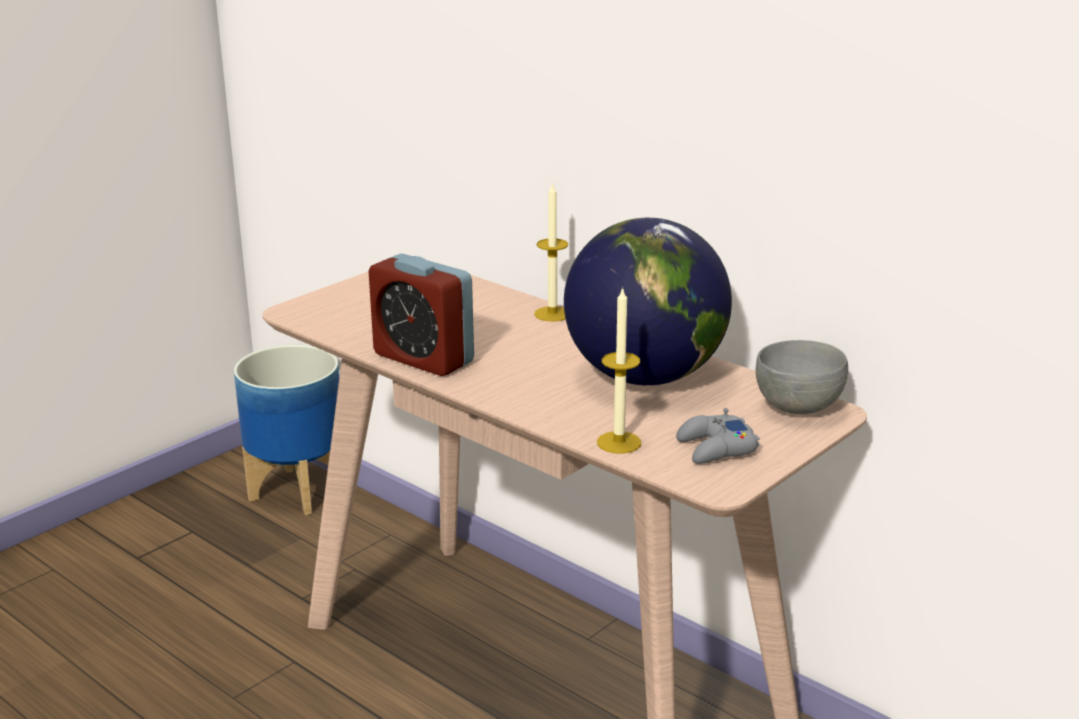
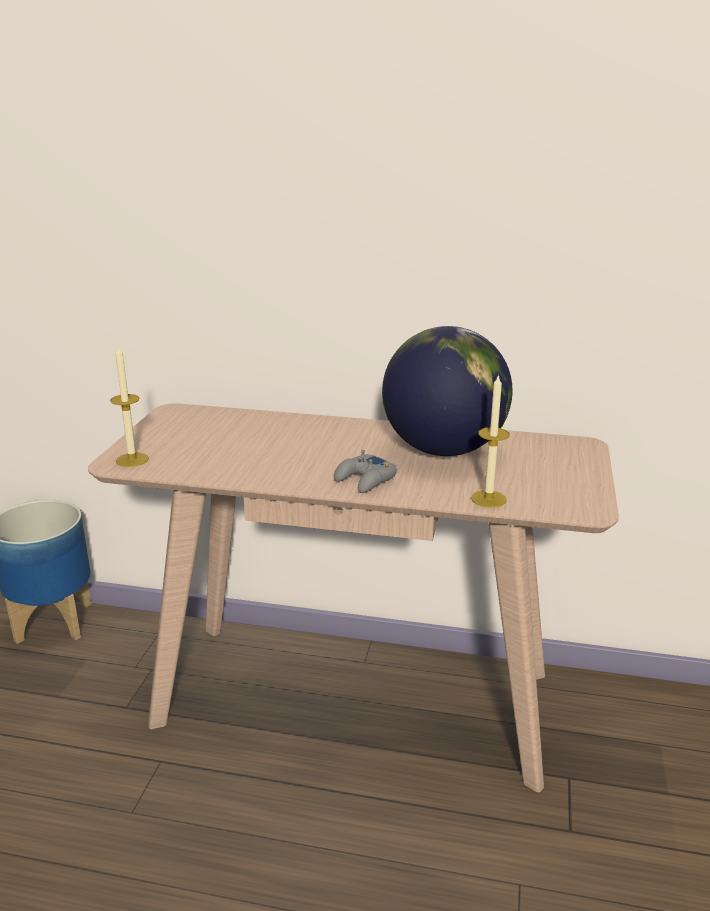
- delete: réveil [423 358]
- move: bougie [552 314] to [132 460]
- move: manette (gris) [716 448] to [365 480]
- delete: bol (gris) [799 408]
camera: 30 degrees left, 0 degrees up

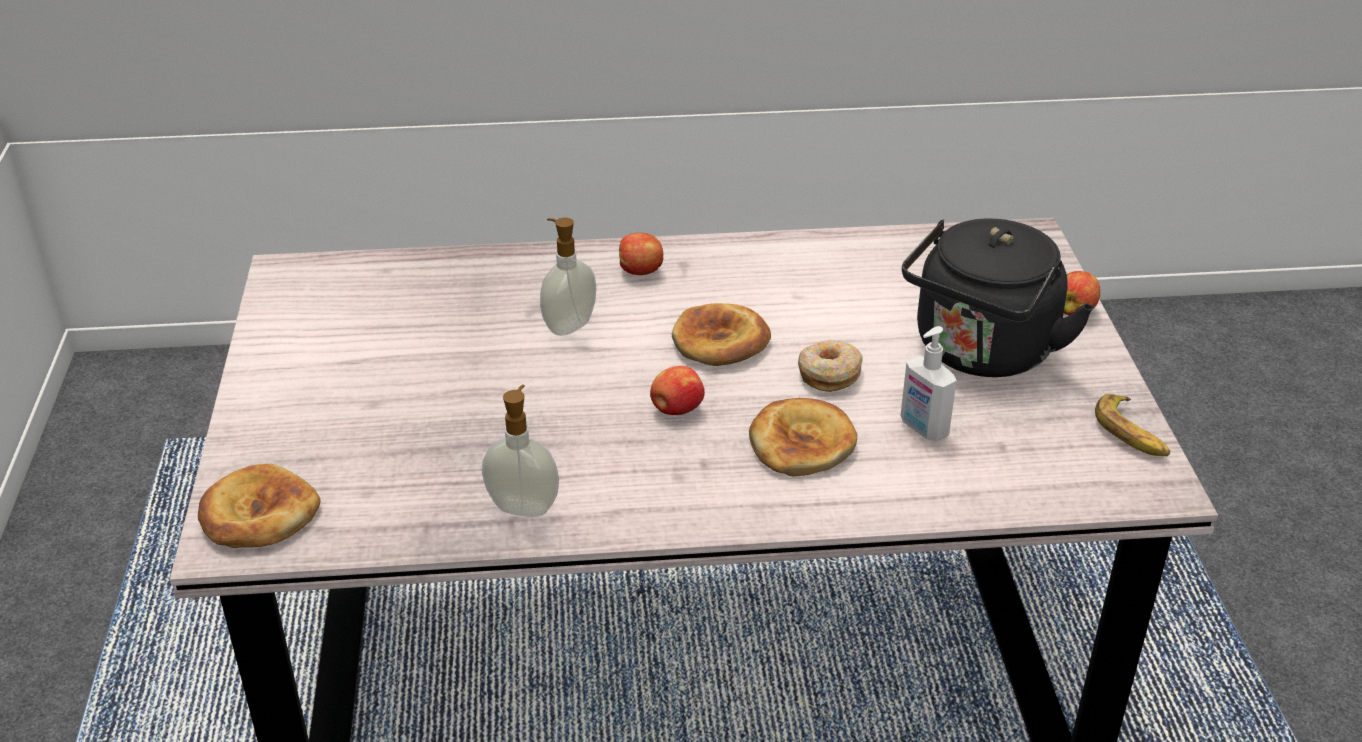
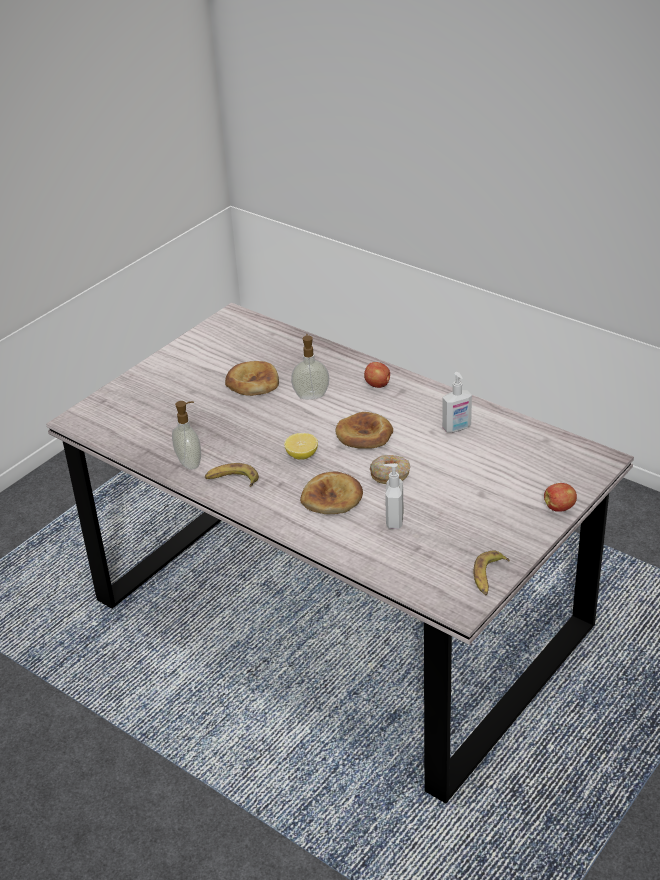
- move: pain [258 514] to [252 382]
- replace: pomme [676 410] to citron [302 455]
- delete: bouilloire (noir) [981 353]
- insert: banane [232 480]
- insert: distributeur de savon [457 428]
camera: 45 degrees right, 0 degrees up

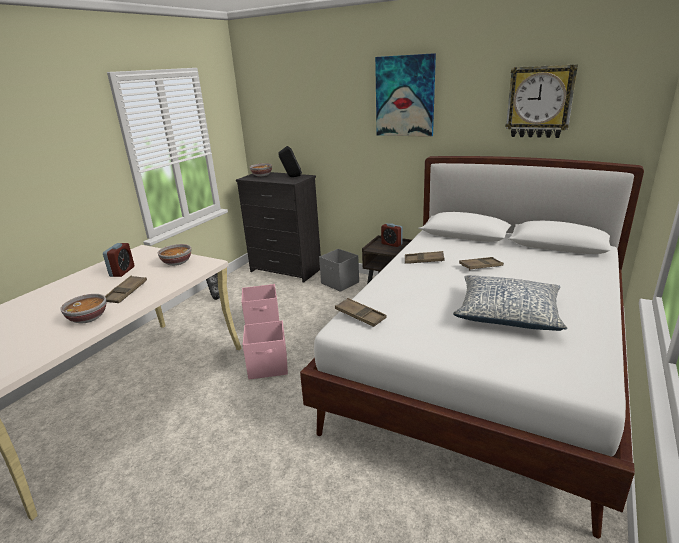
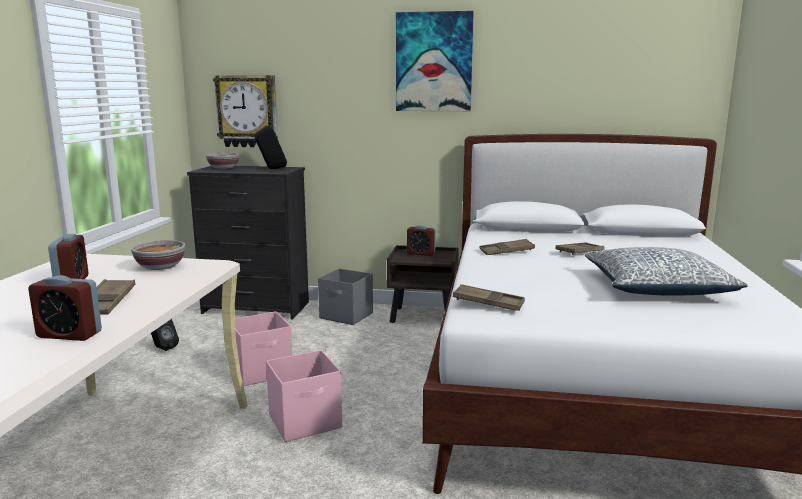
- replace: bol [88 318] to réveil [69 335]
- move: horloge murale [539 102] to [247 111]
camera: 20 degrees left, 10 degrees down

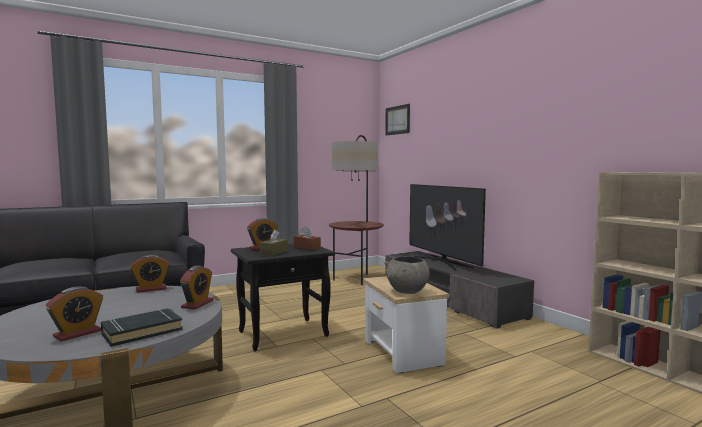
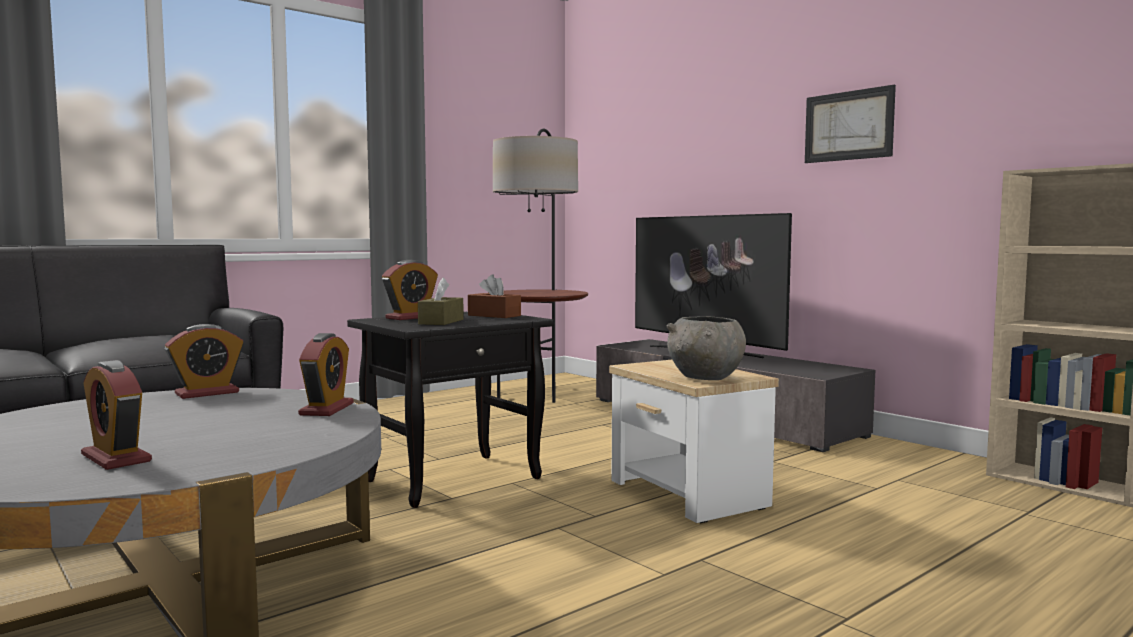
- rotate: réveil [77 334] = [116 458] 105 degrees clockwise
- delete: livre (noir) [142 331]
- move: tableau [397 120] to [848 126]
camera: 10 degrees left, 0 degrees up

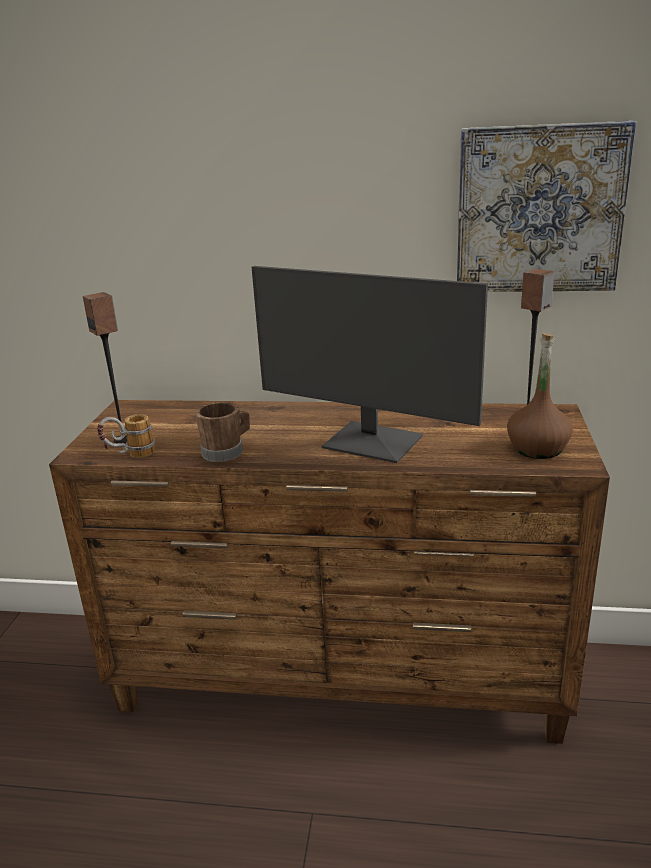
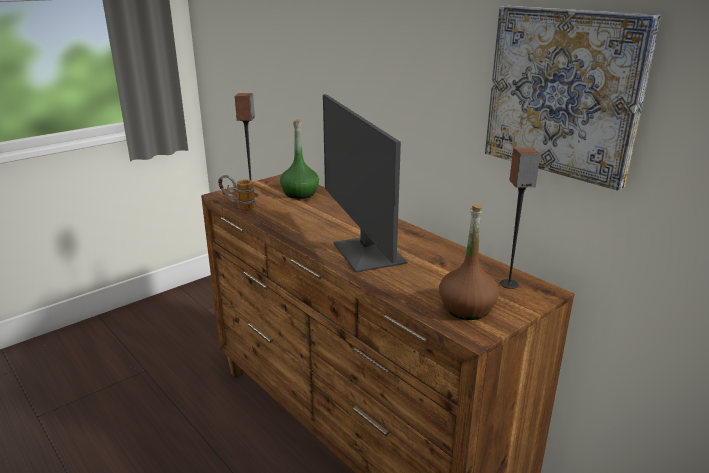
- delete: mug (marron) [227 451]
- insert: bouteille (vert) [299 193]
camera: 40 degrees right, 0 degrees up

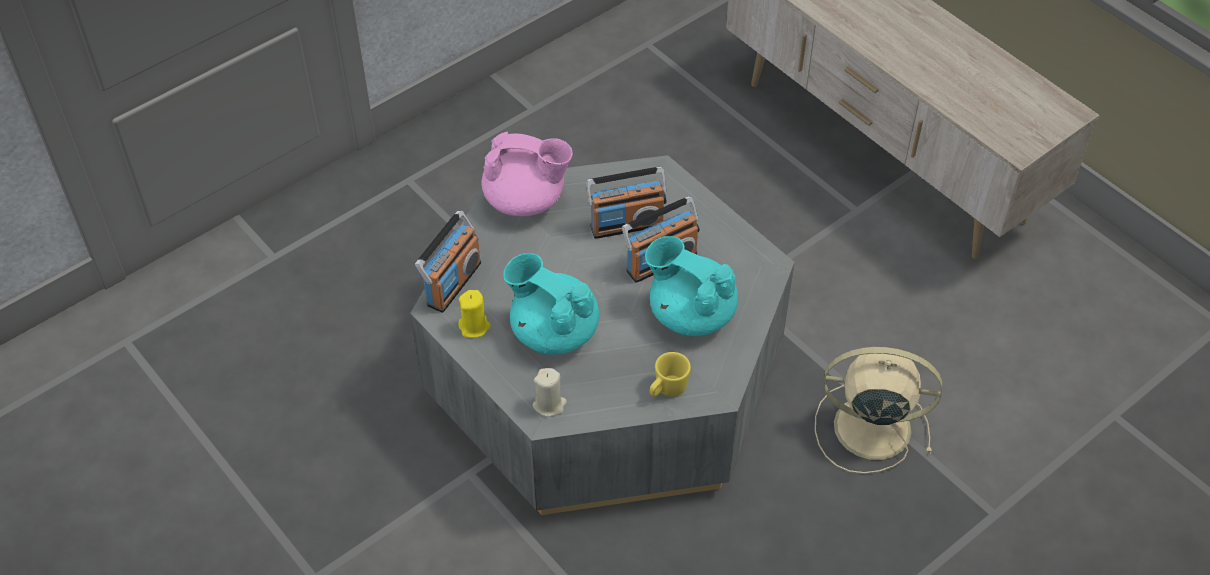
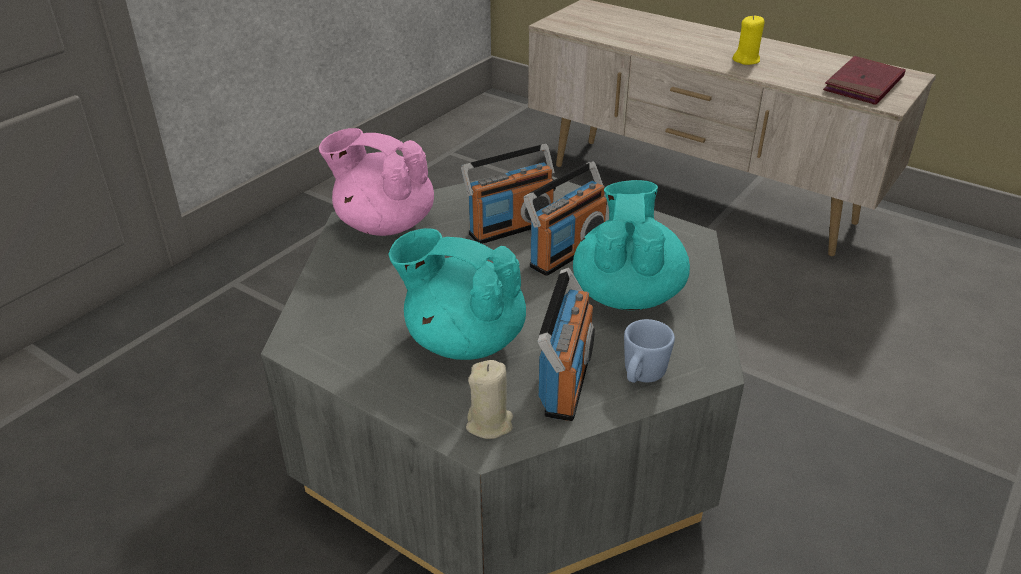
- move: radio [453 283] to [566 381]
- move: bougie (jaune) [474 327] to [746 60]
- rotate: théière (rose) [526 200] = [384 224] 150 degrees counterclockwise
- rotate: théière (turquoise) [690 313] = [627 294] 75 degrees clockwise
- recolor: mug (jaune) [667 390] to mug (bleu) [641 377]
- delete: ventilateur (beige) [868 427]
- insert: livre (rouge) [863 85]
camera: 15 degrees left, 15 degrees down

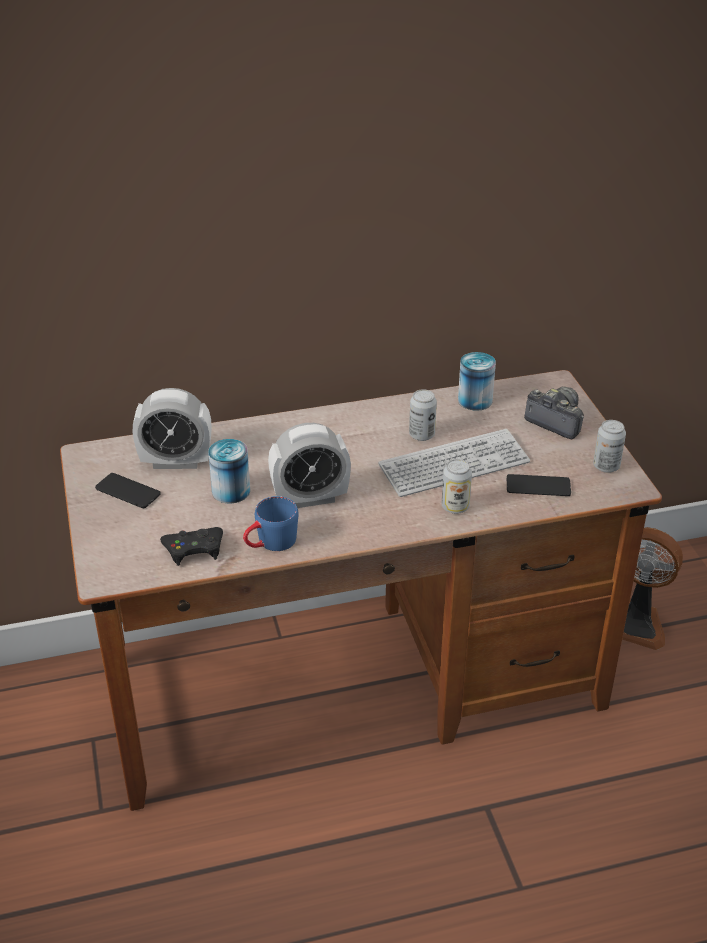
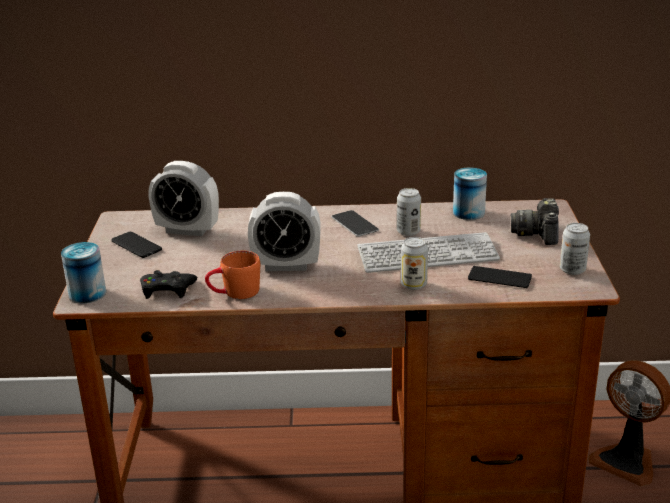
- move: boîte métallique [231 491] to [87 293]
- recolor: mug (bleu) [270 544] to mug (orange) [234 293]
- rotate: appareil photo [556 421] = [538 233] 135 degrees counterclockwise
- insert: téléphone [354 223]
camera: 15 degrees right, 10 degrees down

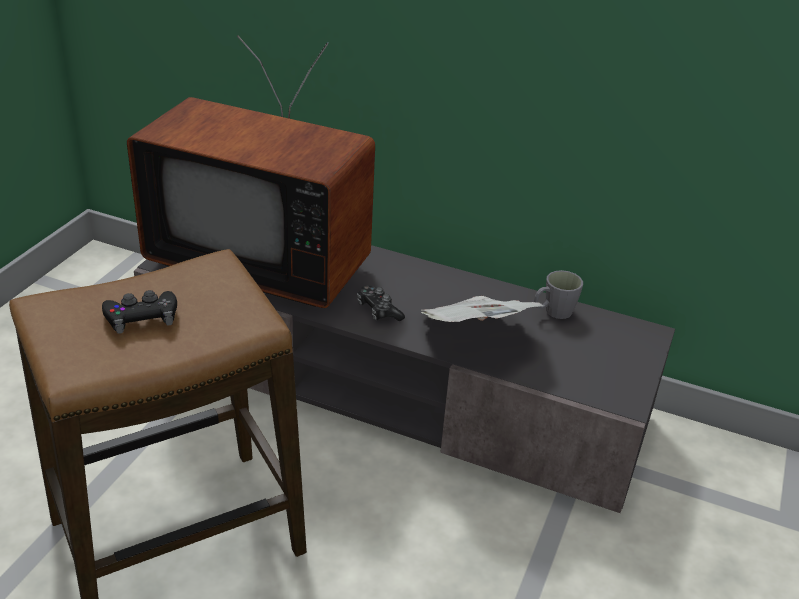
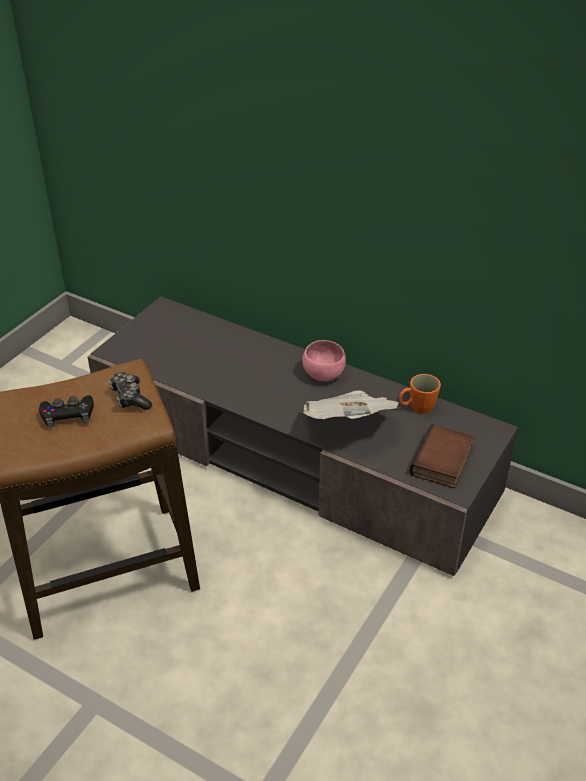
- delete: téléviseur [263 259]
- move: manette [378 311] to [130 397]
- recolor: mug (gris) [553 312] to mug (orange) [417 407]
- insert: bol (rose) [325 375]
- insert: livre [443 462]
camera: 10 degrees right, 5 degrees up

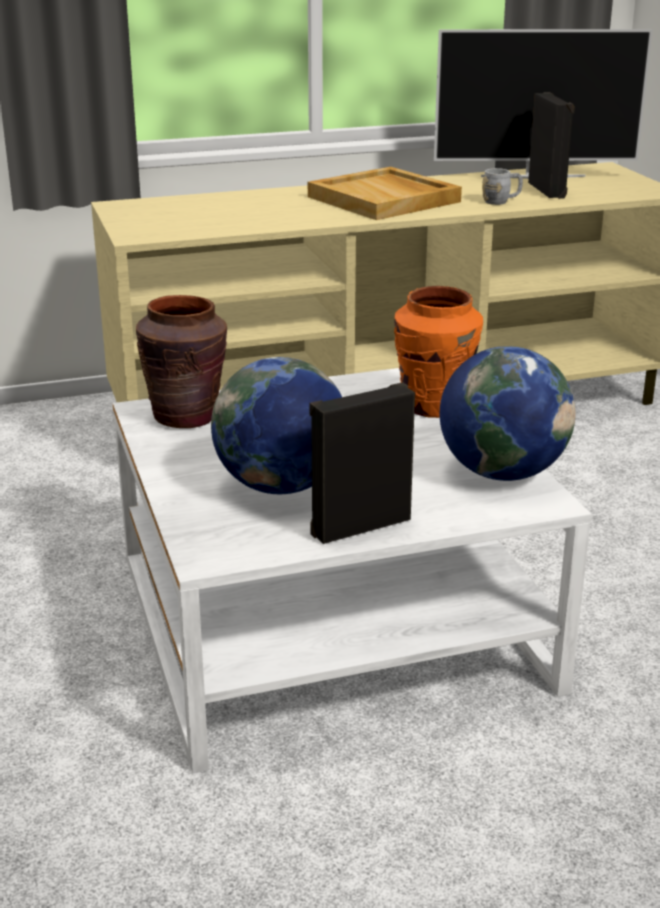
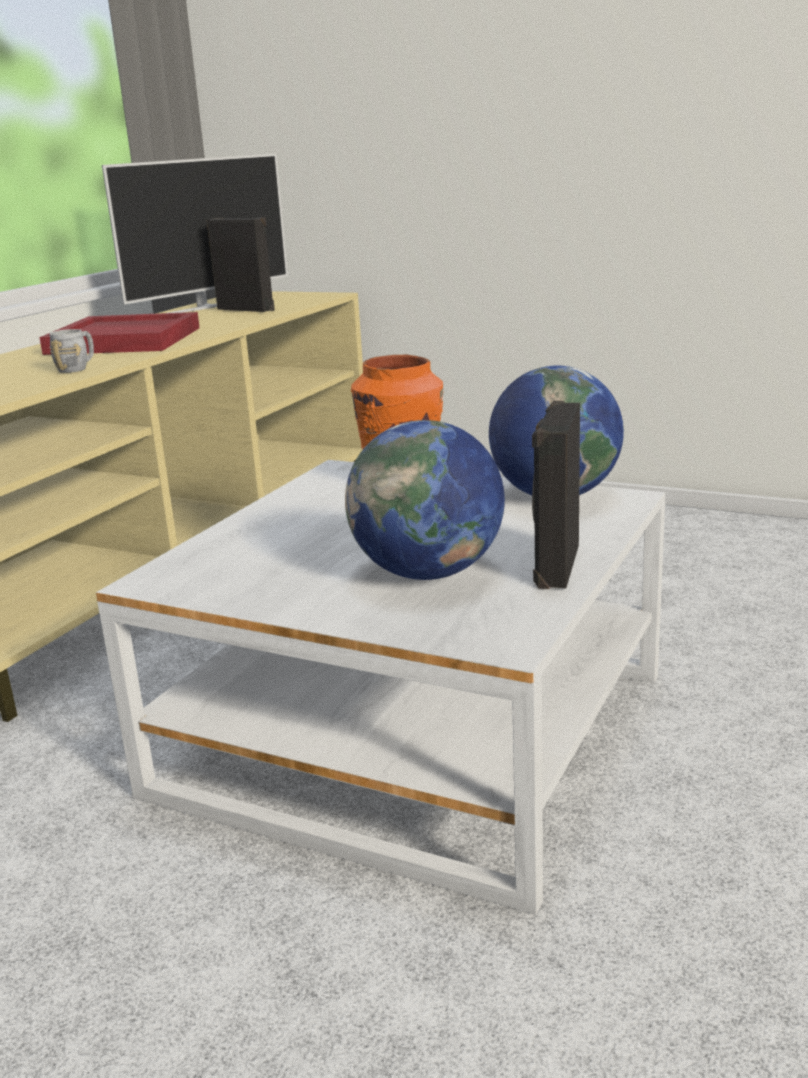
- delete: vase (marron) [186 417]
- recolor: plateau (beige) [385 199] to plateau (rouge) [126 340]
- move: mug (gris) [501 201] to [77 368]
camera: 45 degrees left, 5 degrees down

